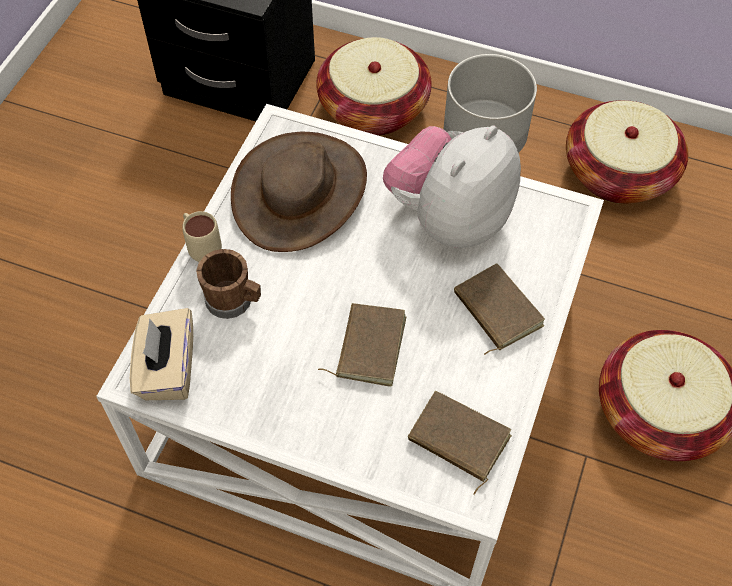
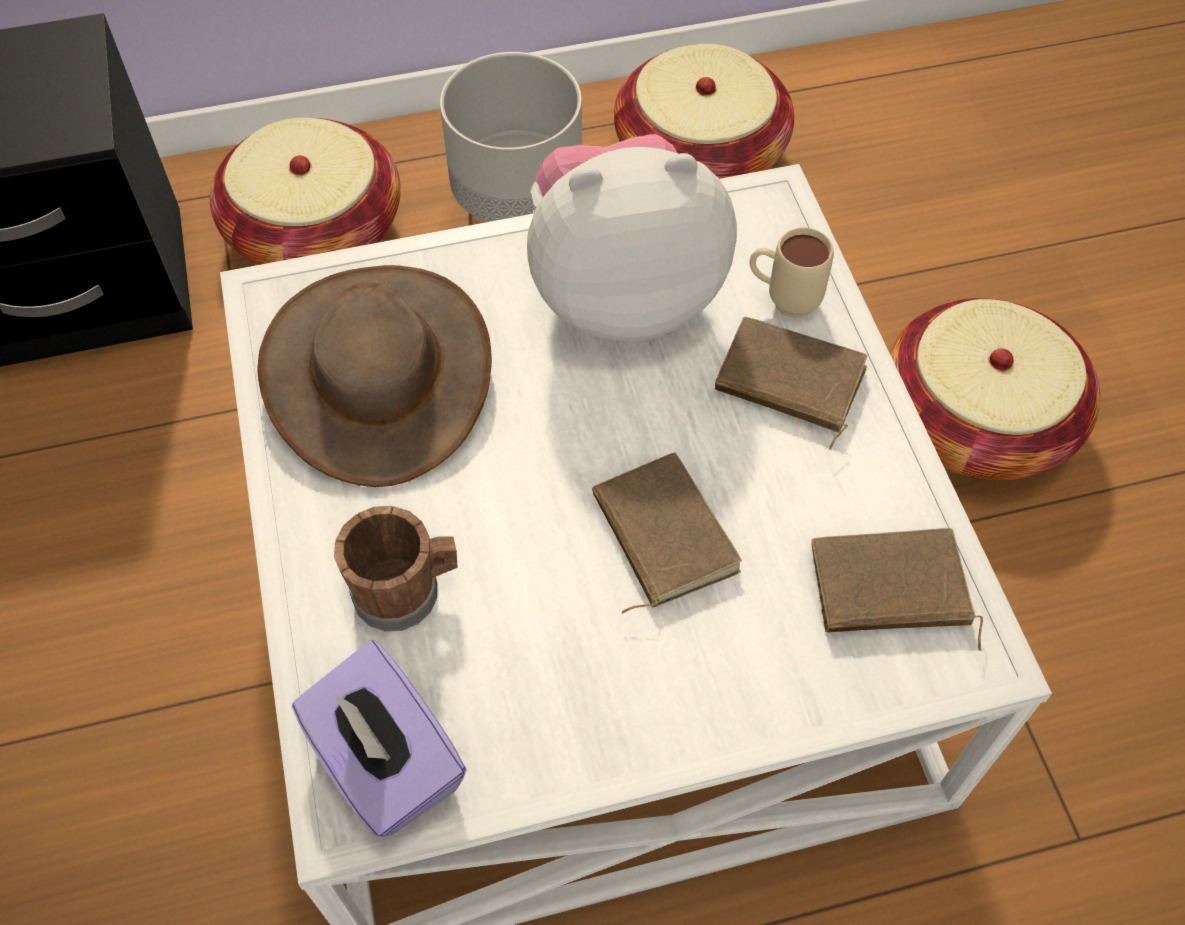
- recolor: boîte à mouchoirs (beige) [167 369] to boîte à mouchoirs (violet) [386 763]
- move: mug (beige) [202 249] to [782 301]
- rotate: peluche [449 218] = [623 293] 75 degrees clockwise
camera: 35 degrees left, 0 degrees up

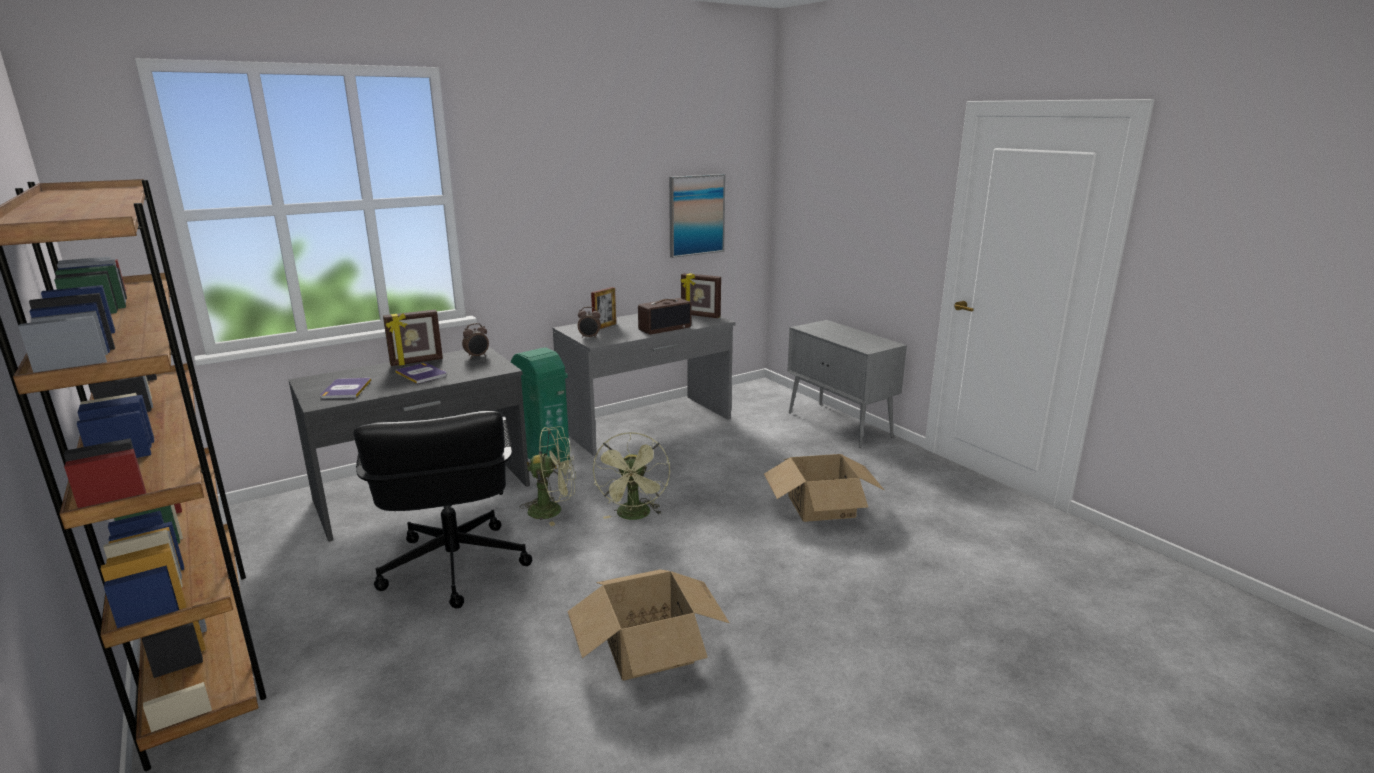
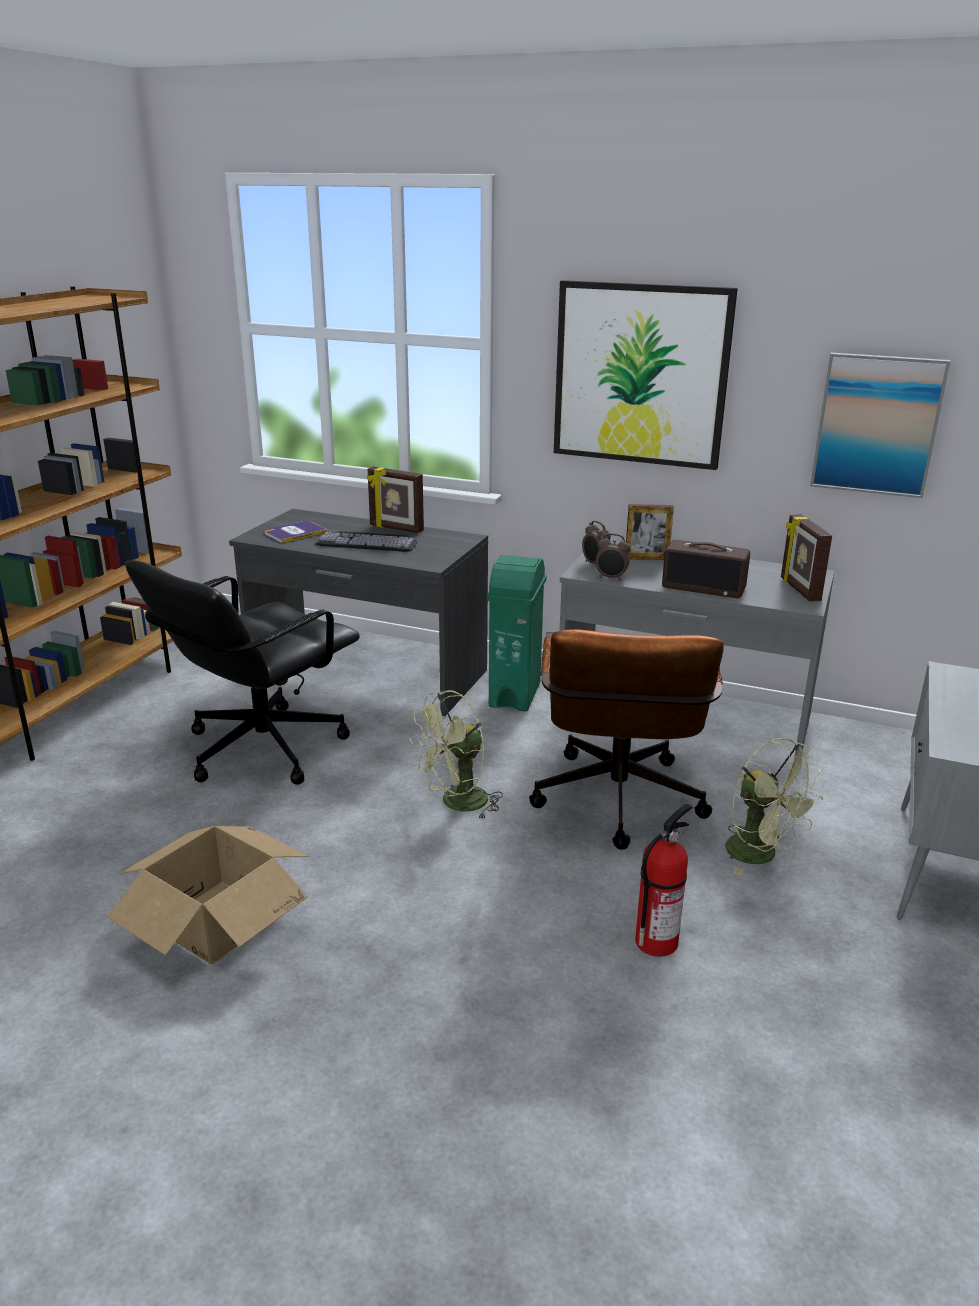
- replace: livre [421 374] to clavier [368 541]
- move: réveil [477 356] to [611 578]
- move: ventilateur (vert) [553 510] to [761 855]
- replace: carton [821 505] to extincteur [656 940]
- insert: chaise de bureau (marron) [617 807]
- insert: tableau [640 375]
camera: 55 degrees right, 5 degrees up

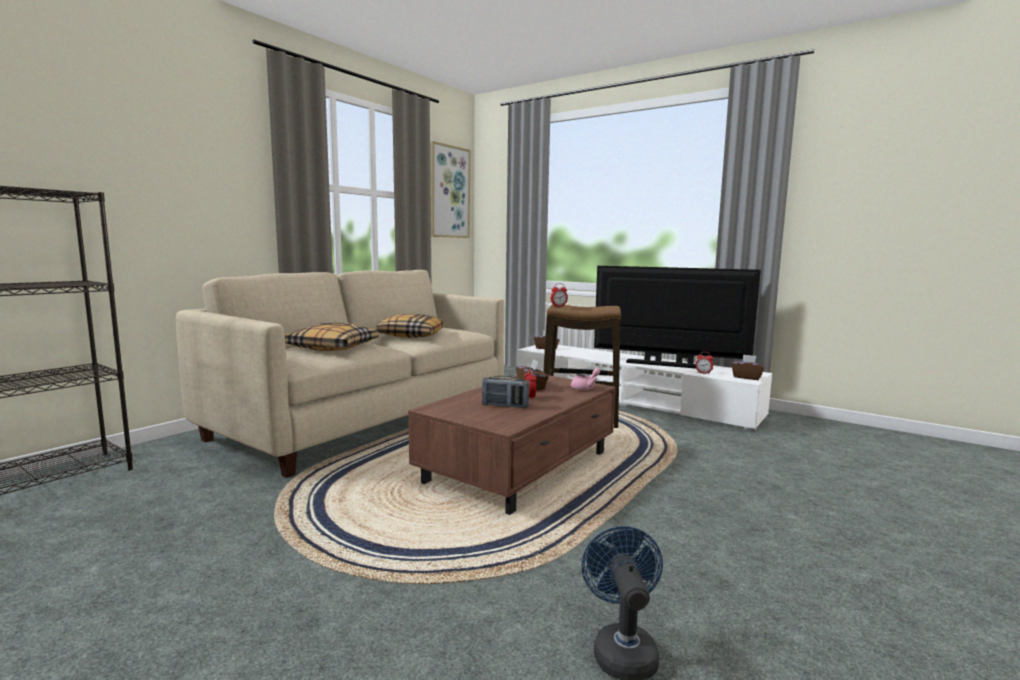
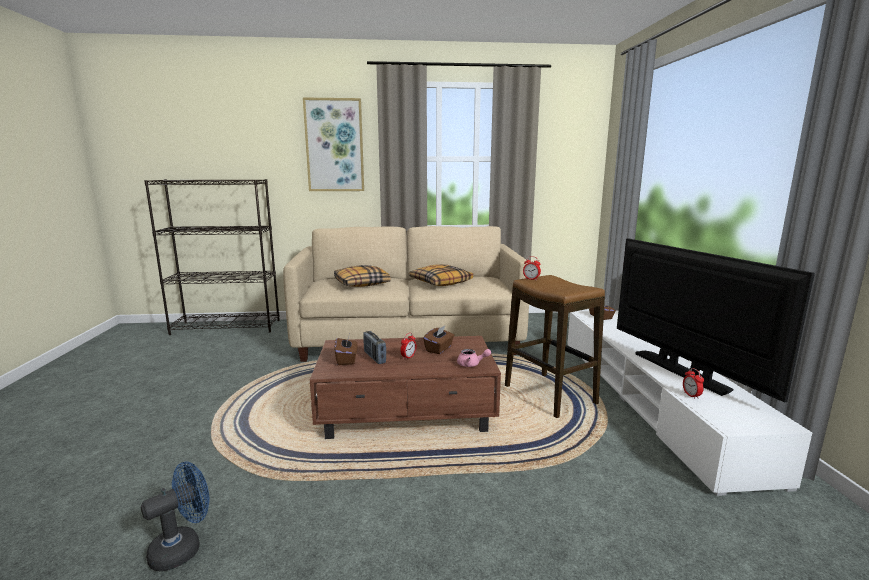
- move: tableau [449 192] to [334 145]
- move: boîte à mouchoirs (marron) [747 377] to [346 359]
camera: 50 degrees right, 5 degrees up

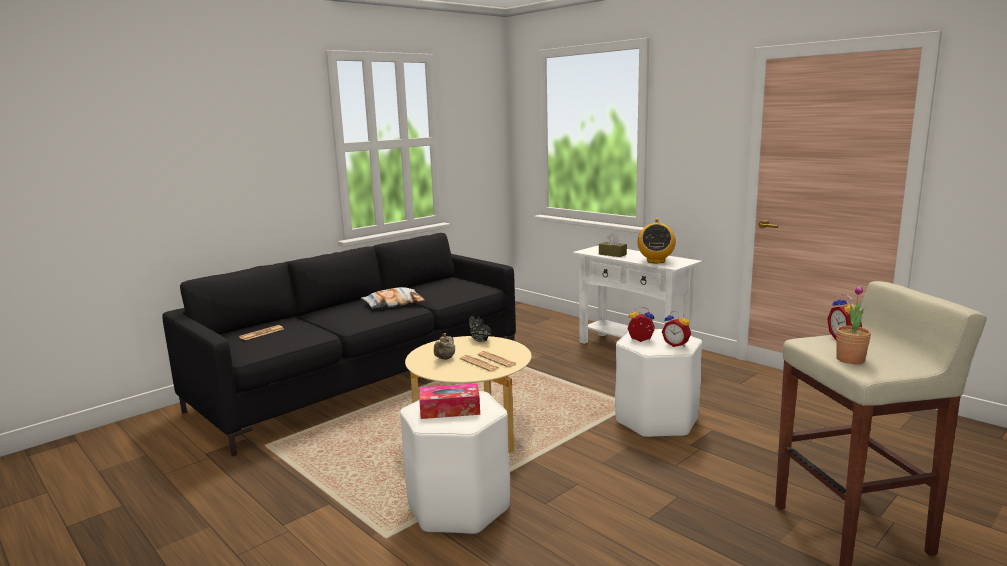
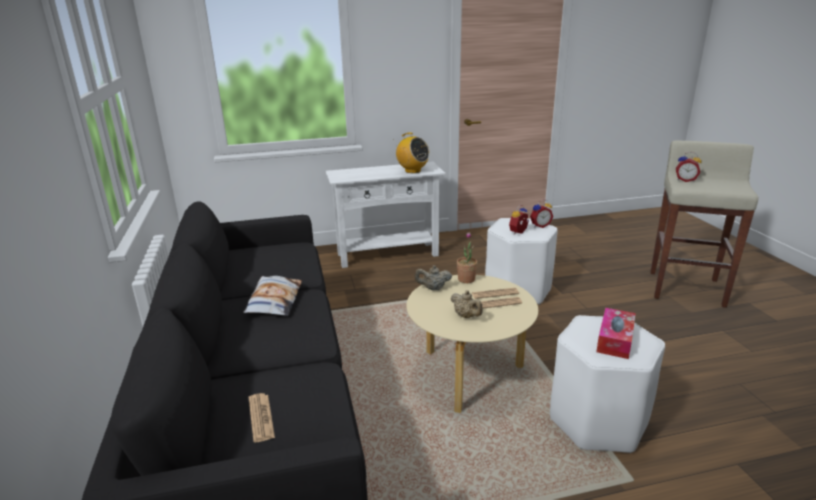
- recolor: théière (noir) [479 340] to théière (beige) [433 288]
- delete: boîte à mouchoirs (marron) [612 254]
- move: plante en pot [850 359] to [466 279]
camera: 60 degrees left, 10 degrees up

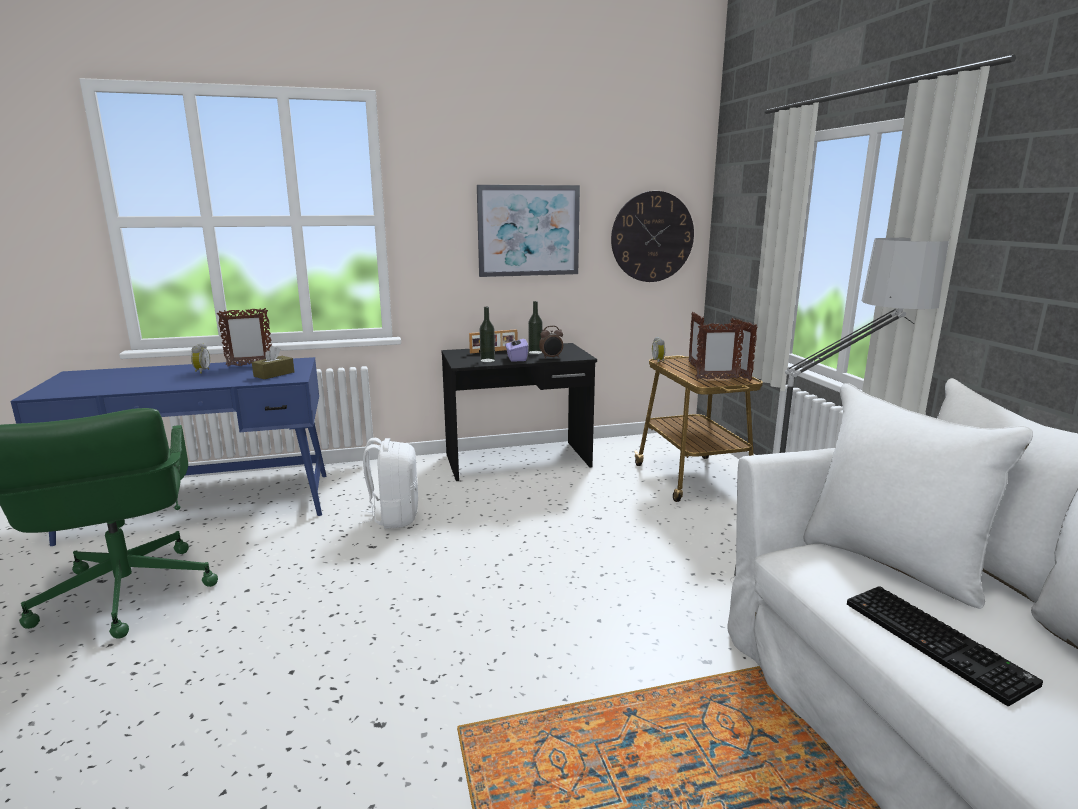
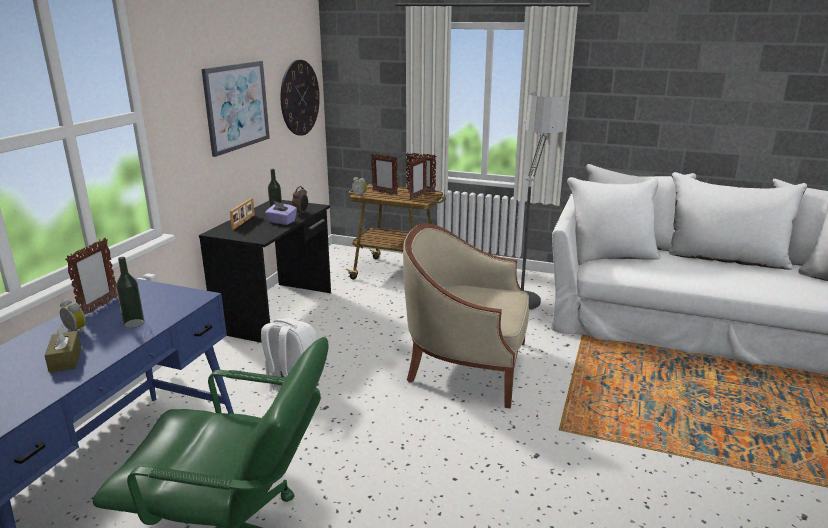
- move: boîte à mouchoirs (marron) [274 374] to [65 359]
- move: bouteille [487 360] to [134 323]
- delete: clavier [938 642]
- insert: fauteuil (beige) [467 366]
camera: 55 degrees left, 5 degrees up

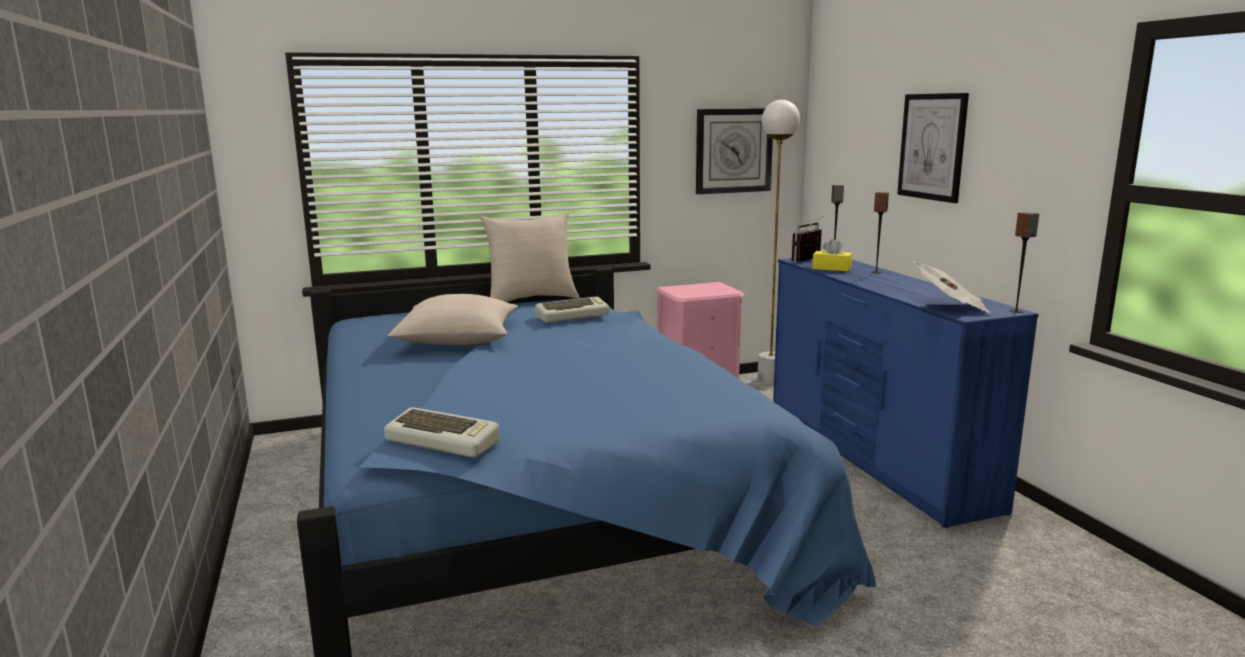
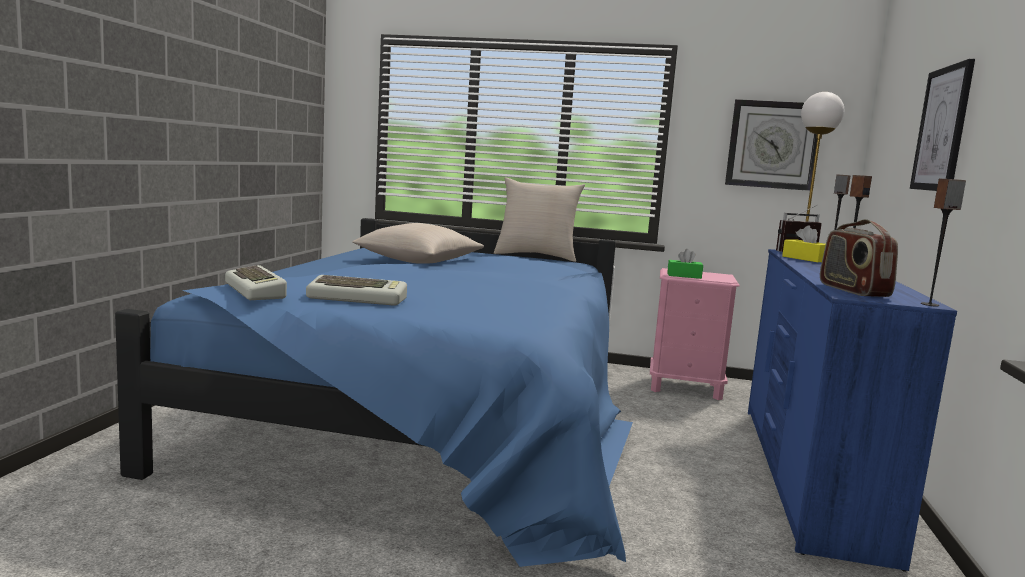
- move: clavier [572 315] to [358 298]
- replace: journal [950 307] to radio [852 290]
- insert: boîte à mouchoirs (vert) [684 276]
camera: 30 degrees right, 5 degrees down

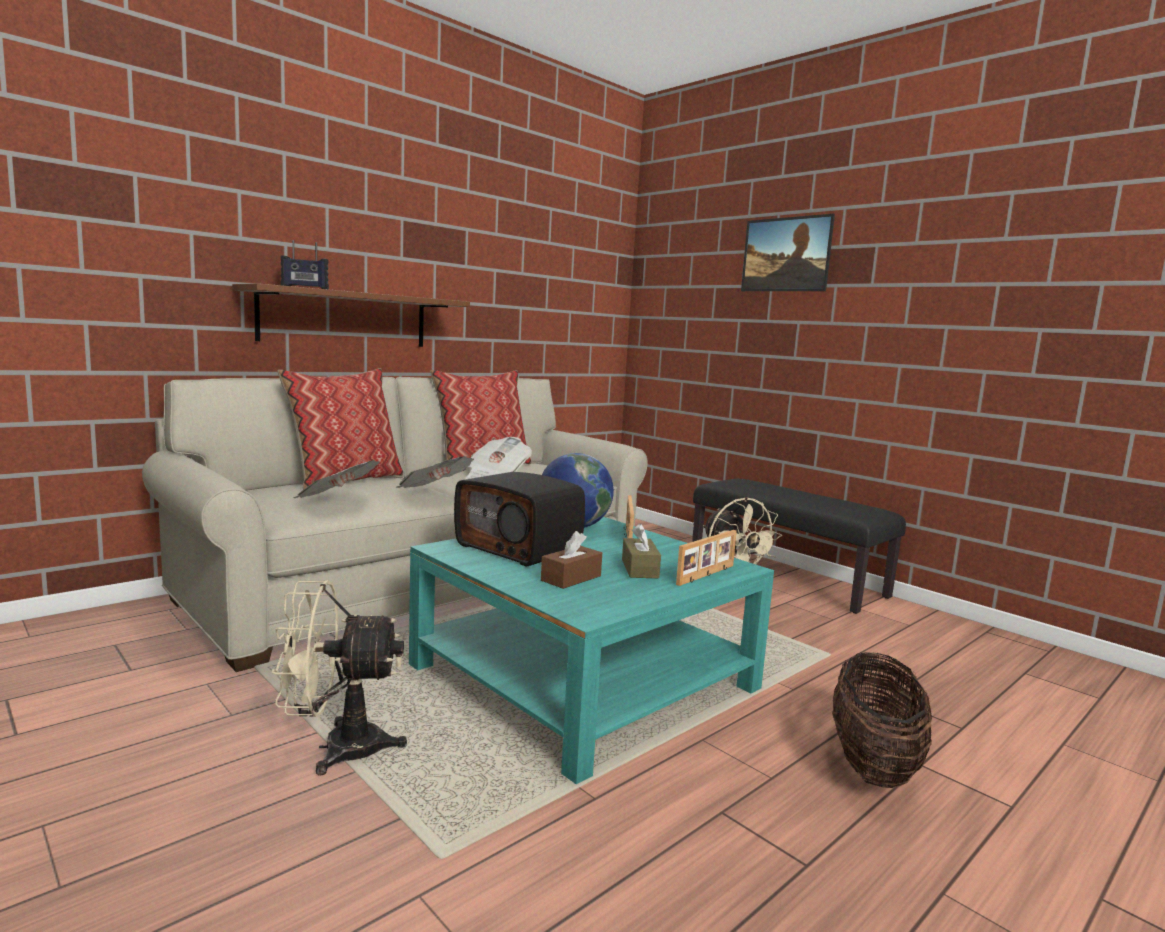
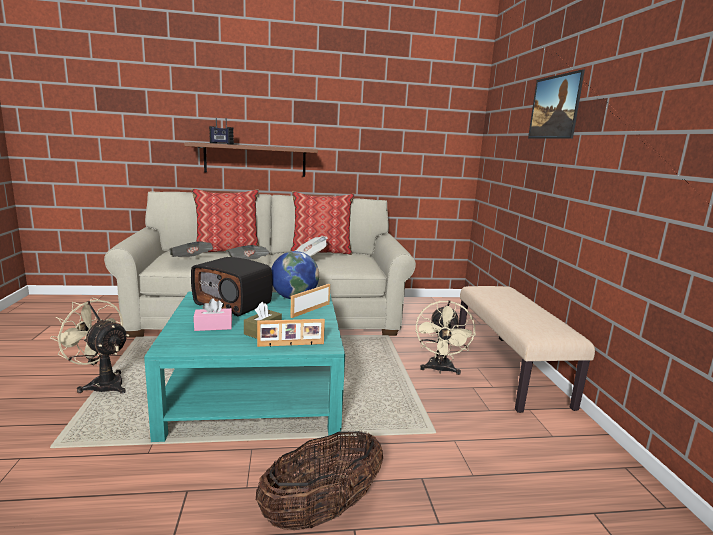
- rotate: radio [520 548] = [234 303] 45 degrees counterclockwise
- recolor: boîte à mouchoirs (marron) [571 578] to boîte à mouchoirs (rose) [213 326]
- recolor: banc (noir) [786 577] to banc (beige) [510 370]
camera: 35 degrees right, 5 degrees up

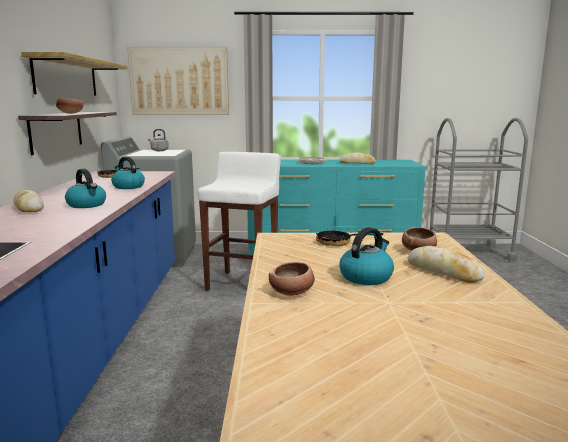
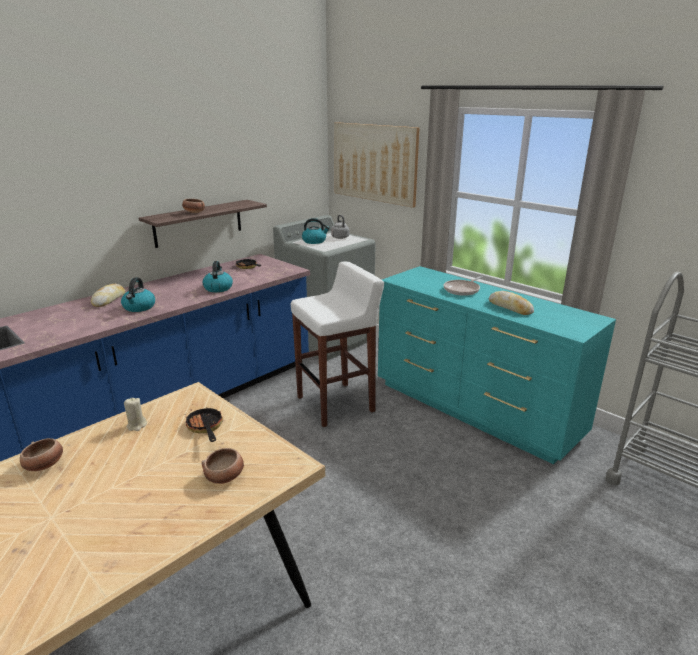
- delete: étagère [67 77]
- move: bouilloire [366 277] to [314 241]
- delete: pain [443 272]
- insert: bougie (beige) [136 425]
camera: 45 degrees right, 10 degrees up

